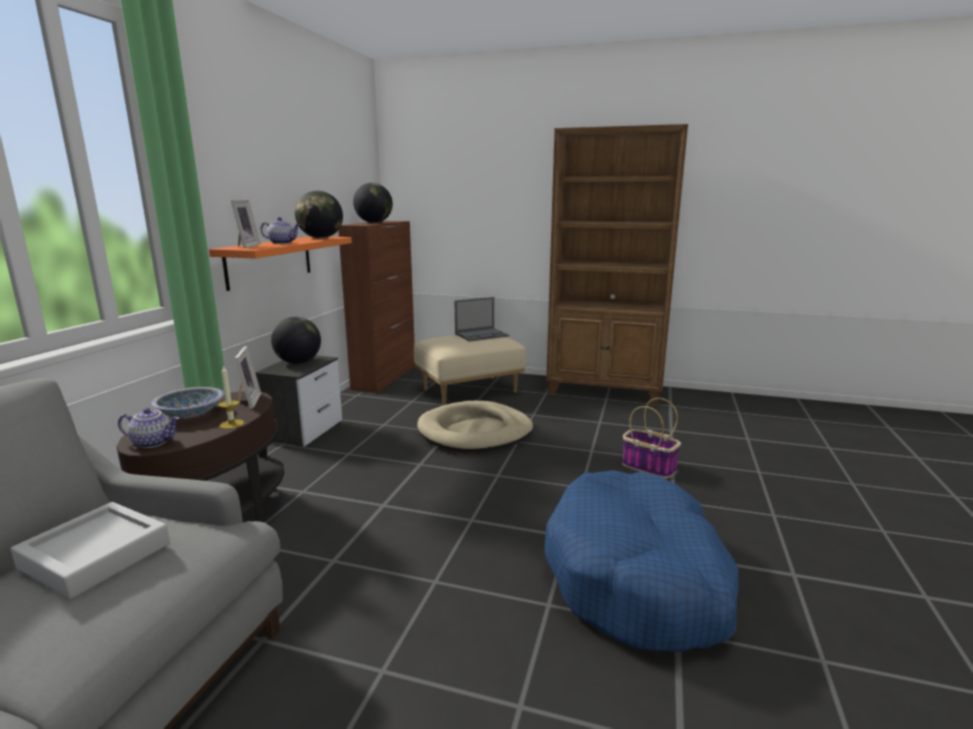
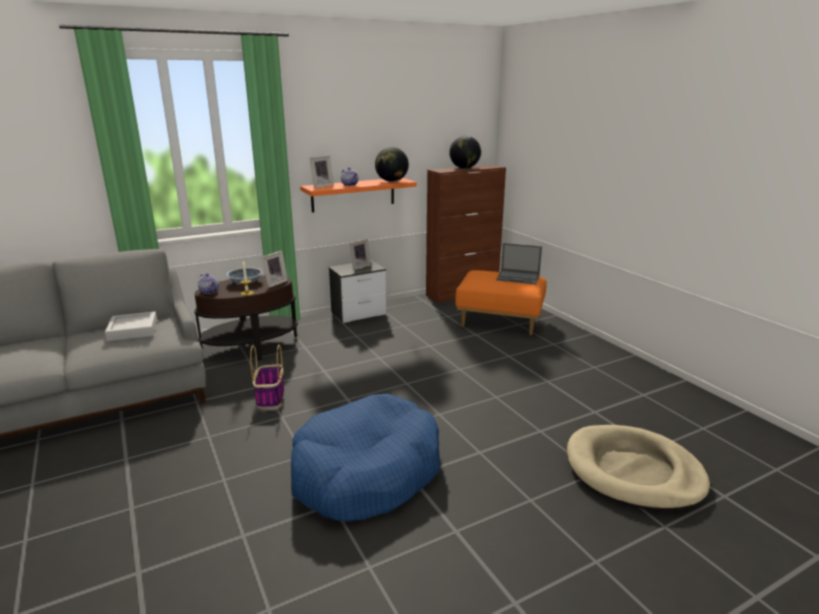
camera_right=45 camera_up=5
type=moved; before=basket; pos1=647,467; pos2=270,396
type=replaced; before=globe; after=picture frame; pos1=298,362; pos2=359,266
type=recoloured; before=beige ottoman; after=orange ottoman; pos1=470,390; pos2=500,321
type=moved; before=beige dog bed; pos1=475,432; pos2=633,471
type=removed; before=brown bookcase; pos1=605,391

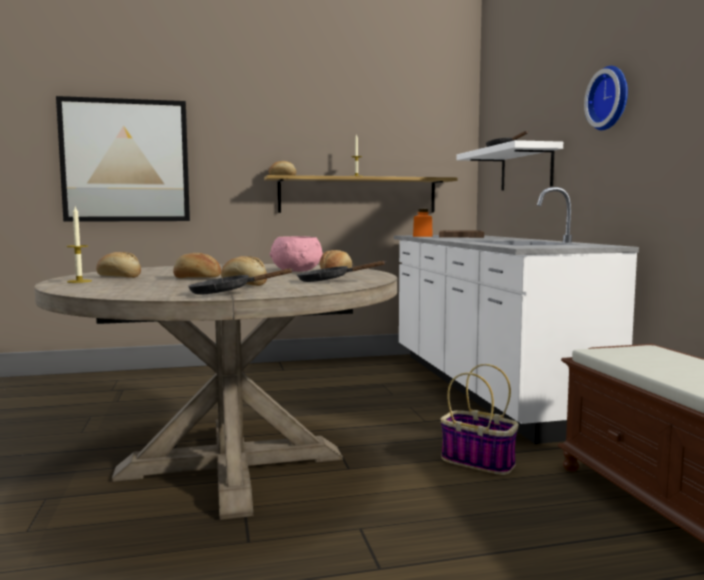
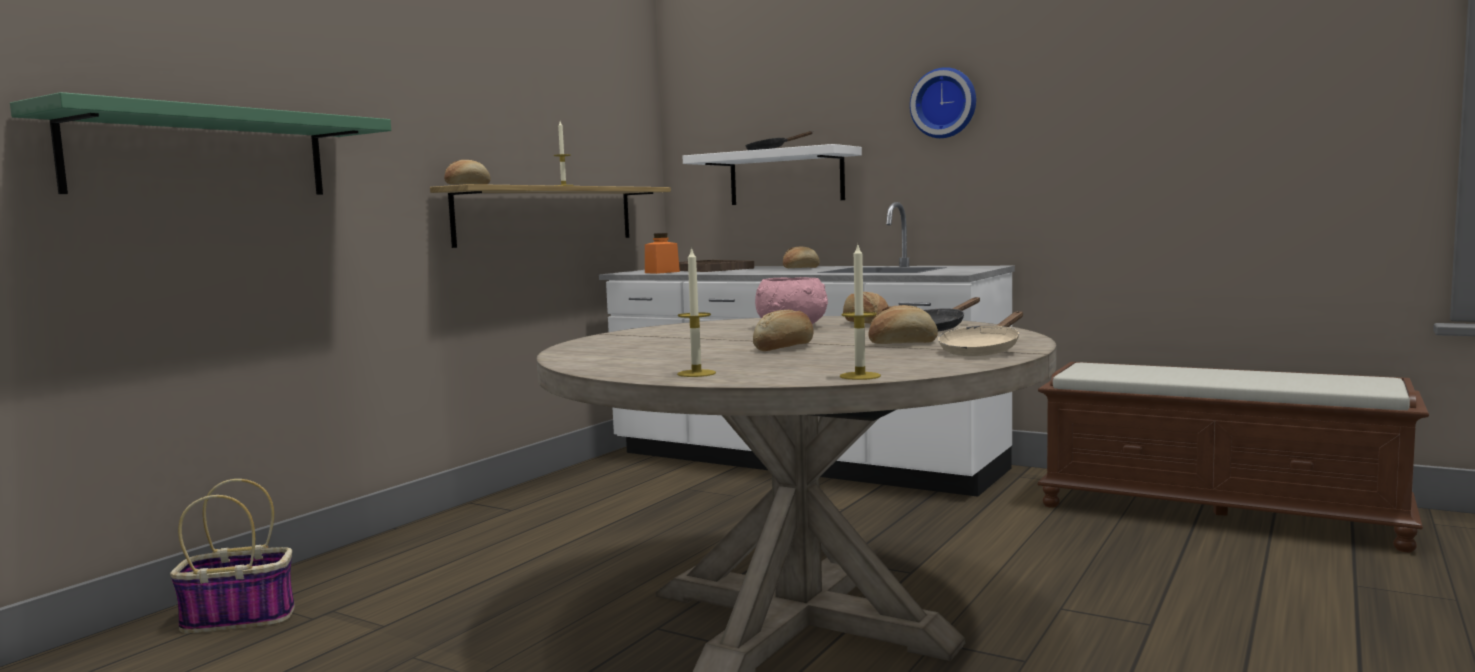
camera_right=-45 camera_up=0
type=replaced; before=picture; after=green shelf; pos1=125,161; pos2=201,155
type=moved; before=basket; pos1=479,462; pos2=241,618
type=moved; before=bread; pos1=119,277; pos2=800,268
type=added; after=candle; pos2=860,376
type=recoloured; before=black frying pan; after=beige frying pan; pos1=227,293; pos2=982,351

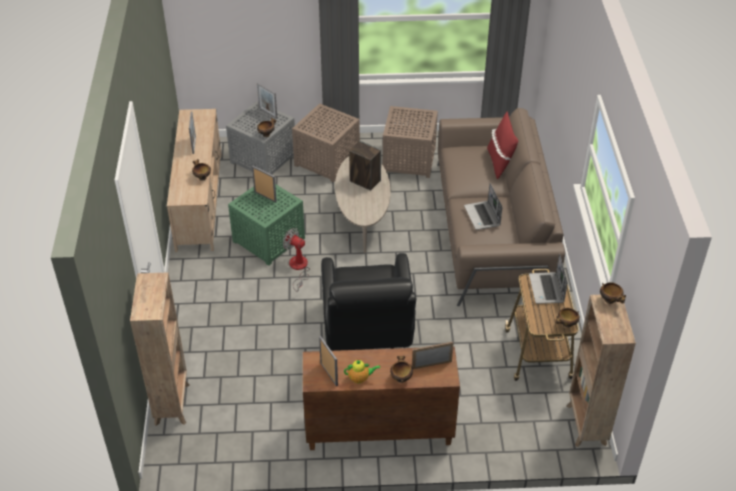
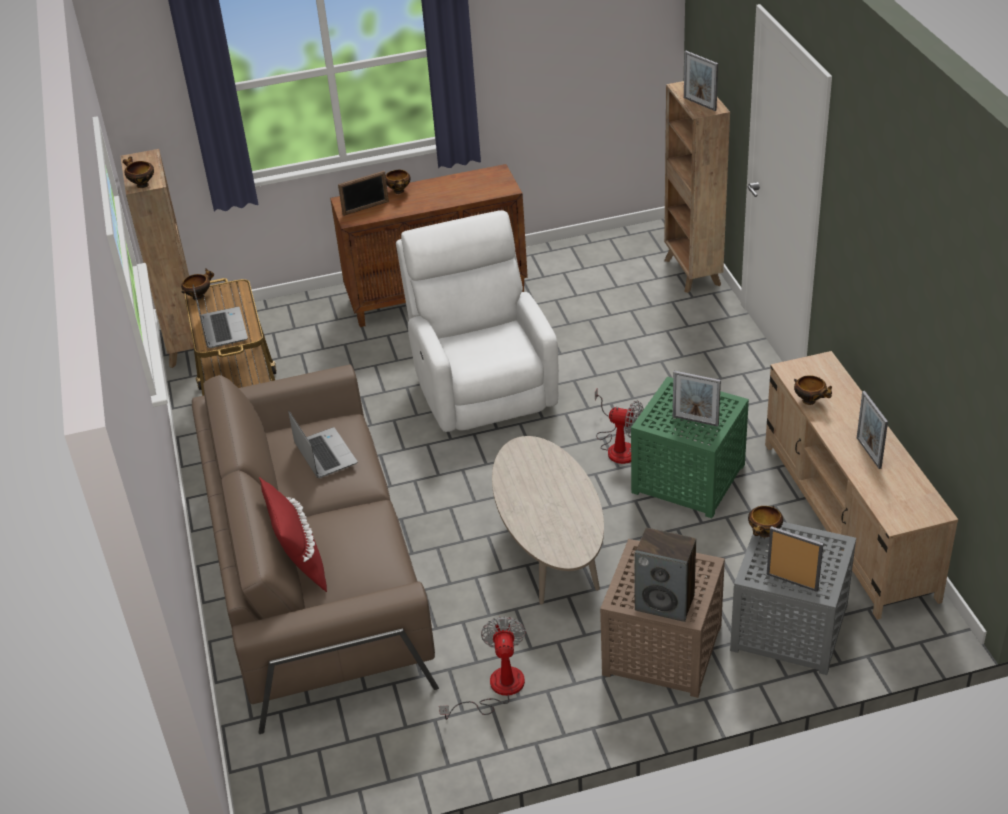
camera_right=170 camera_up=-5
type=recoloured; before=black armchair; after=white armchair; pos1=367,332; pos2=483,386
type=replaced; before=brown side table; after=fan; pos1=410,159; pos2=496,689
type=moved; before=speaker; pos1=364,181; pos2=665,603
type=moved; before=picture frame; pos1=329,374; pos2=699,104
type=removed; before=teapot; pos1=360,378

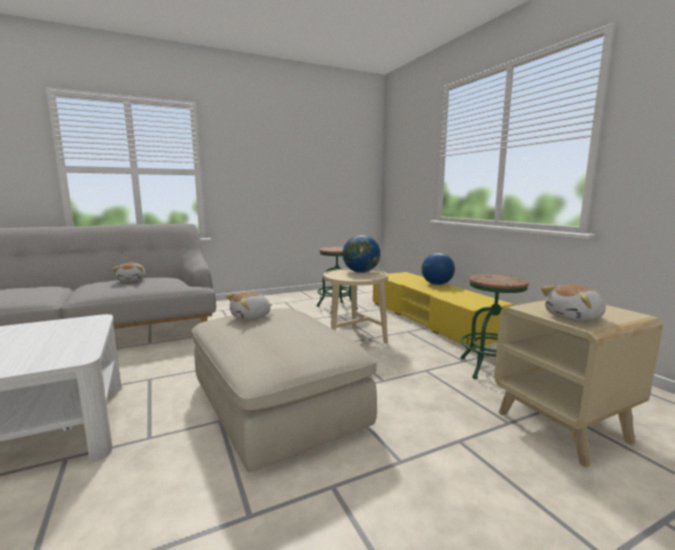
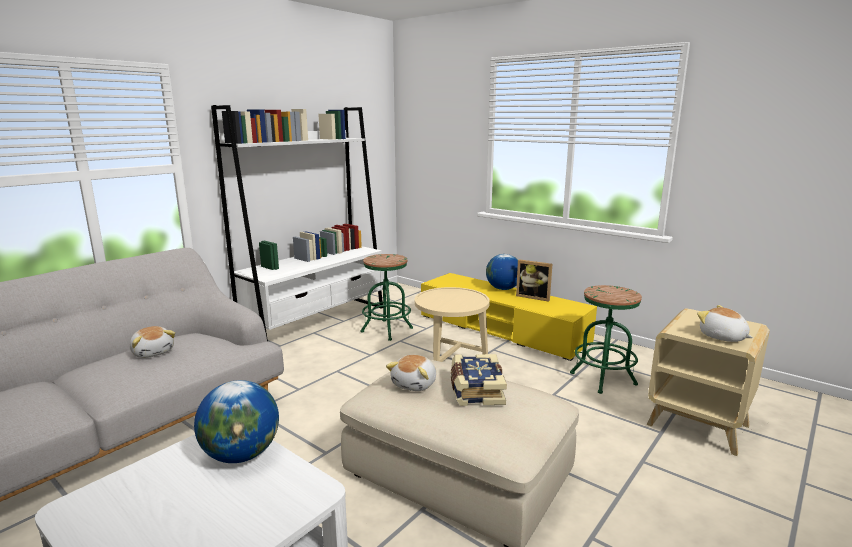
camera_right=-25 camera_up=5
type=moved; before=globe; pos1=361,272; pos2=242,455
type=added; after=white bookcase; pos2=316,322
type=added; after=book; pos2=475,390
type=added; after=picture frame; pos2=533,297
type=turned; before=plush toy; pos1=575,318; pos2=722,337; turn=105

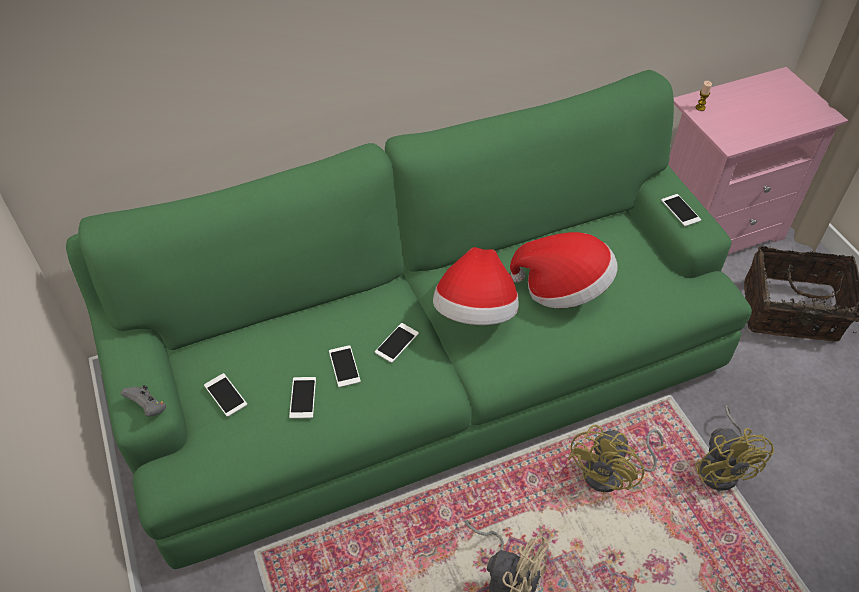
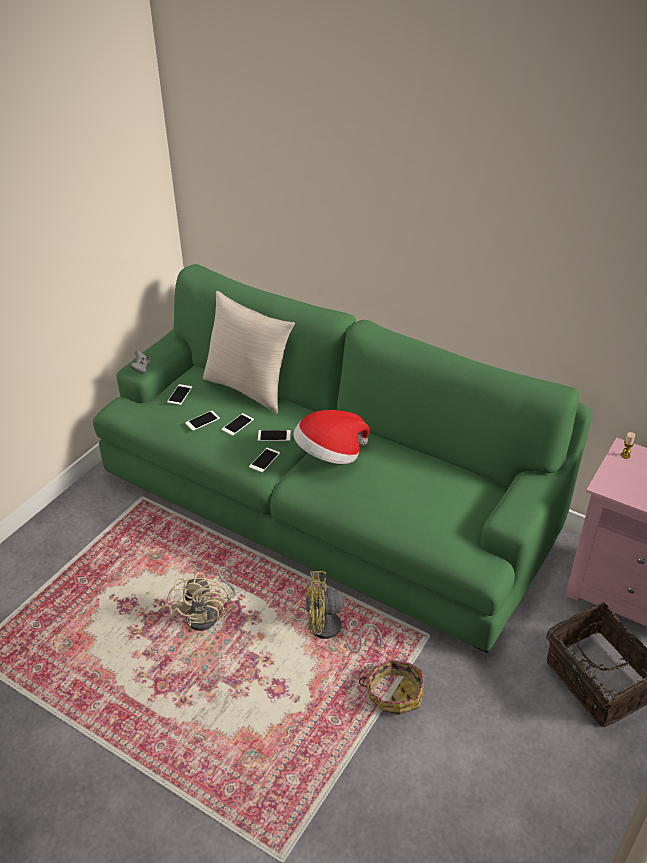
camera_right=55 camera_up=-10
type=added; after=beige pillow; pos2=249,388
type=moved; before=phone; pos1=680,210; pos2=264,460
type=replaced; before=yellow fan; after=basket; pos1=722,466; pos2=394,693
type=removed; before=hat; pos1=563,288

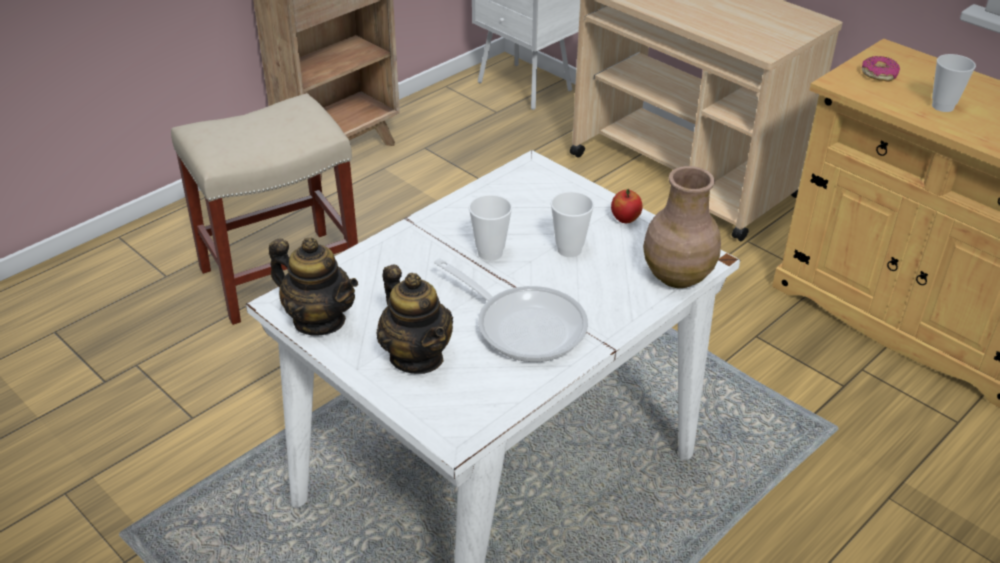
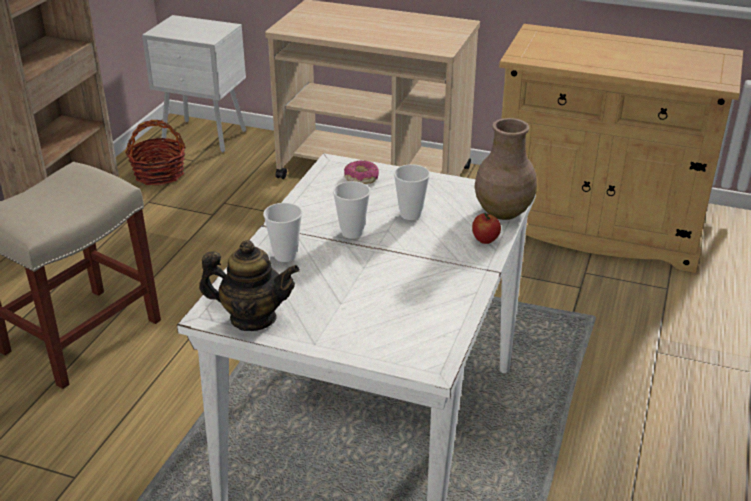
camera_right=-25 camera_up=-5
type=added; after=basket; pos2=159,174
type=moved; before=cup; pos1=942,106; pos2=285,255
type=moved; before=donut; pos1=879,74; pos2=361,178
type=moved; before=apple; pos1=625,219; pos2=485,240
type=removed; before=teapot; pos1=417,357
type=removed; before=frying pan; pos1=523,325

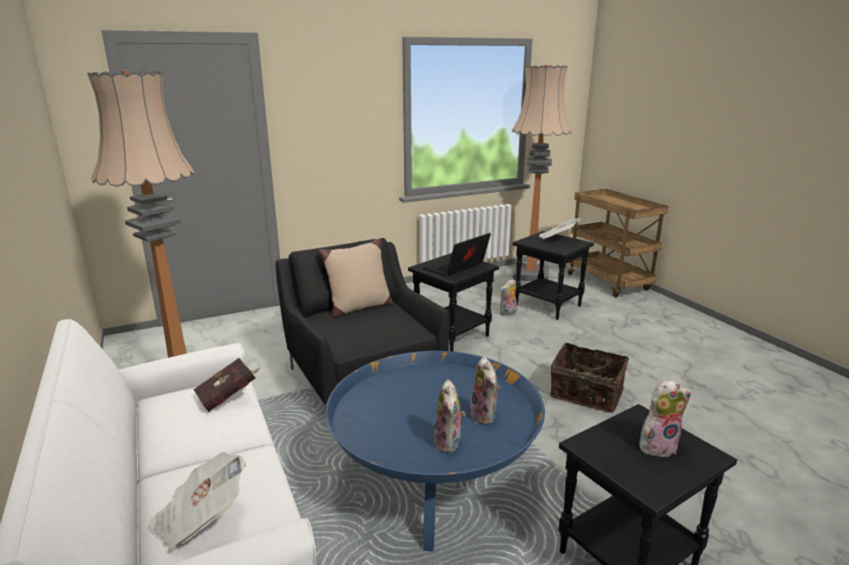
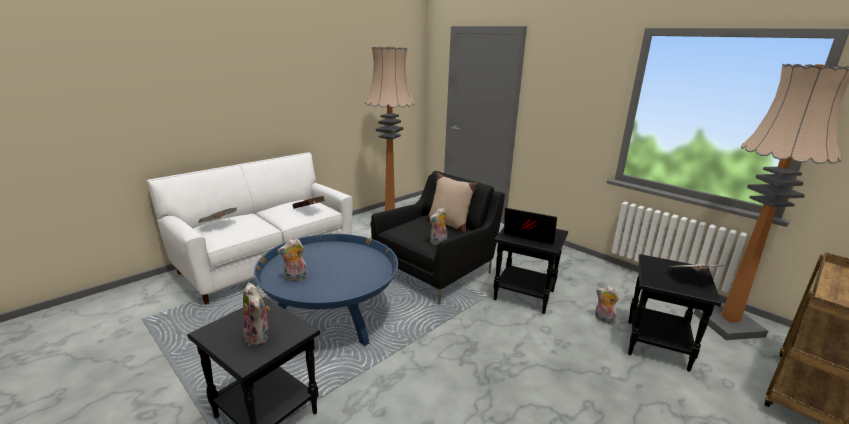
camera_right=70 camera_up=0
type=moved; before=plush toy; pos1=485,416; pos2=438,242
type=removed; before=basket; pos1=586,394

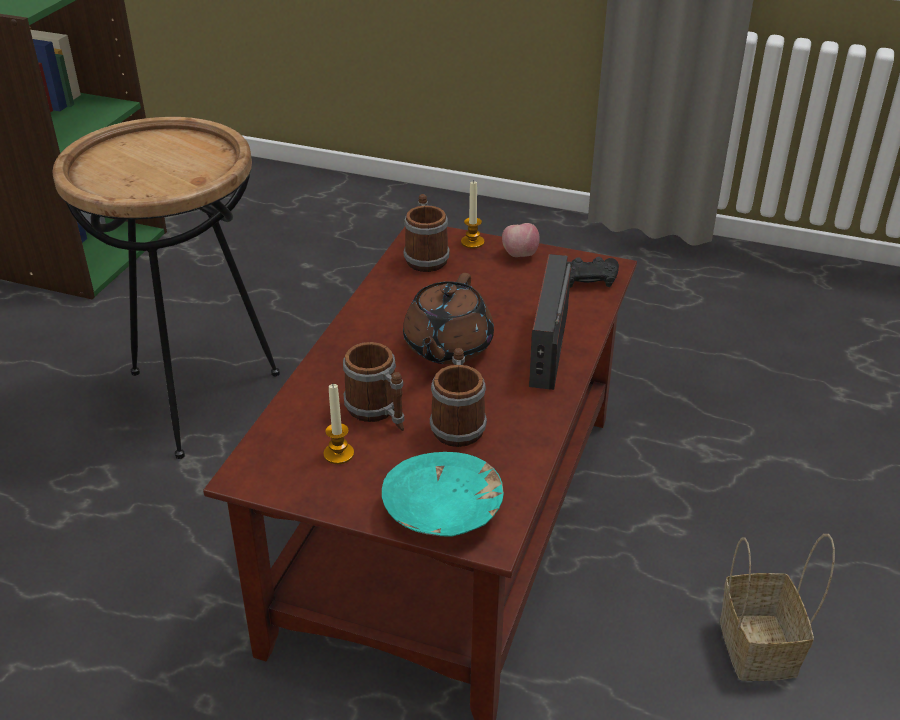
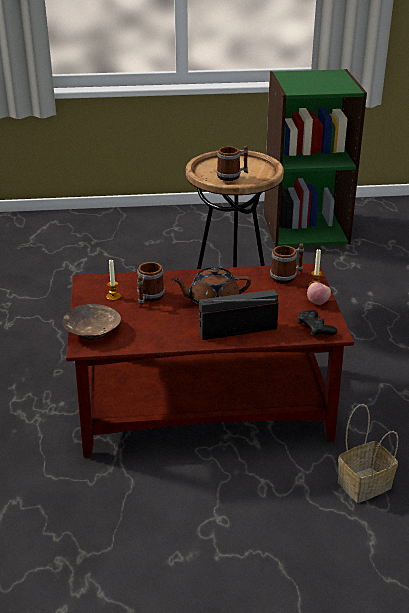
camera_right=65 camera_up=-5
type=recoloured; before=turquoise bowl; after=brown bowl; pos1=443,512; pos2=92,331
type=moved; before=mug; pos1=458,423; pos2=232,176
type=moved; before=basket; pos1=760,649; pos2=363,486

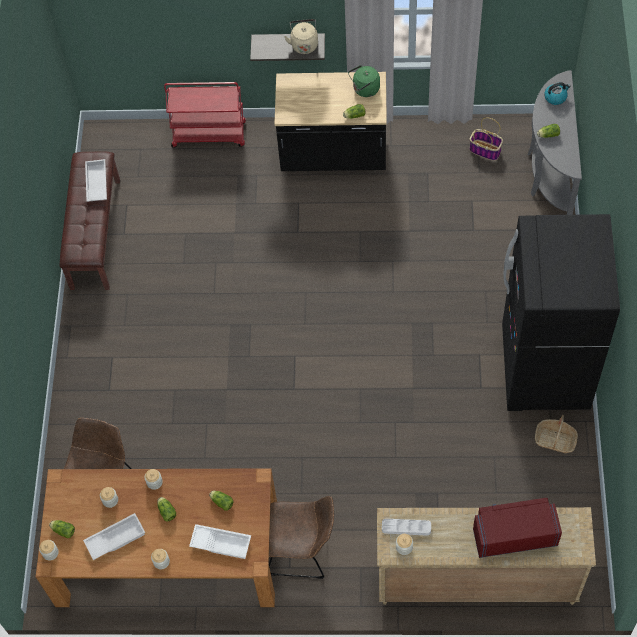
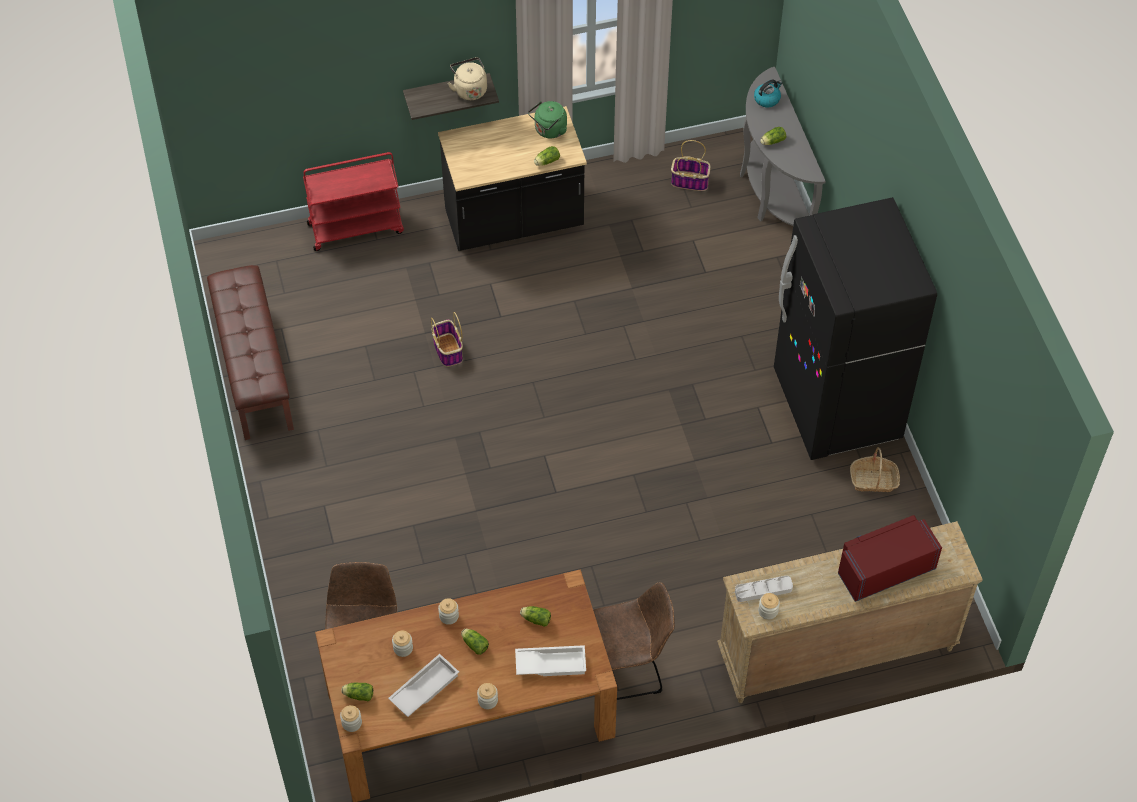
camera_right=-20 camera_up=-5
type=added; after=basket; pos2=447,350
type=removed; before=white tray; pos1=96,183

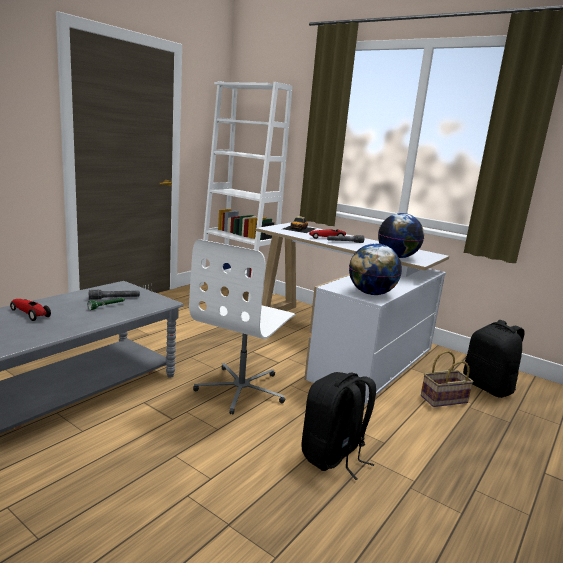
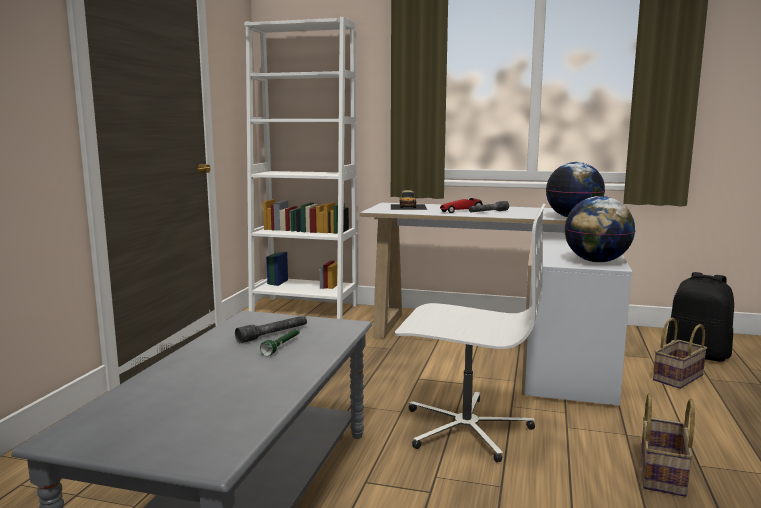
camera_right=-20 camera_up=-5
type=turned; before=white office chair; pos1=242,389; pos2=466,428; turn=-75
type=replaced; before=black backpack; after=basket; pos1=333,456; pos2=664,475
type=removed; before=toy car; pos1=30,314

